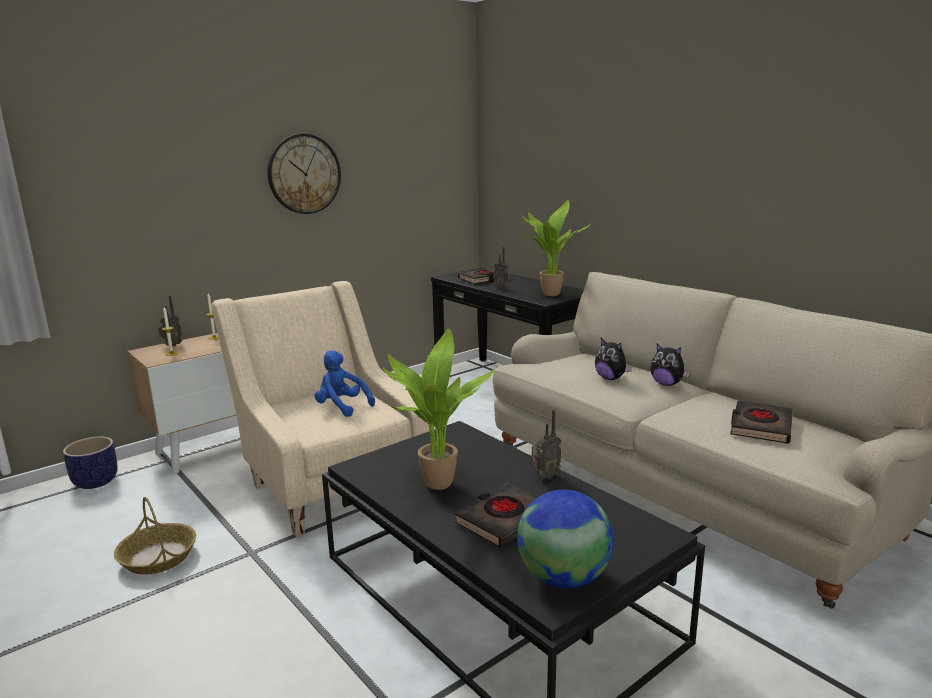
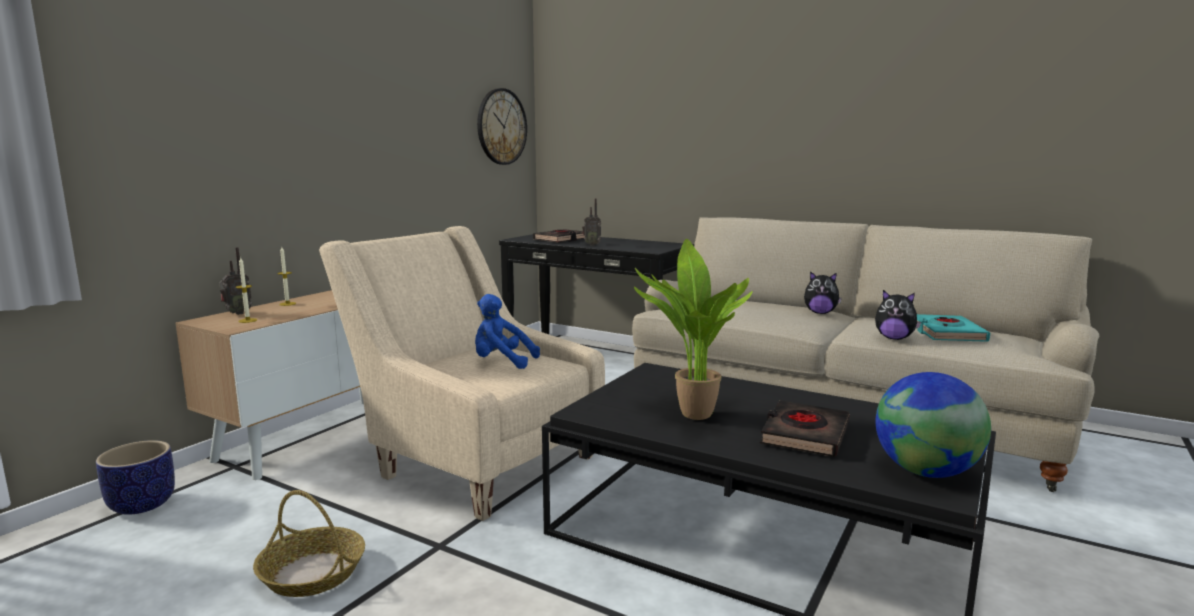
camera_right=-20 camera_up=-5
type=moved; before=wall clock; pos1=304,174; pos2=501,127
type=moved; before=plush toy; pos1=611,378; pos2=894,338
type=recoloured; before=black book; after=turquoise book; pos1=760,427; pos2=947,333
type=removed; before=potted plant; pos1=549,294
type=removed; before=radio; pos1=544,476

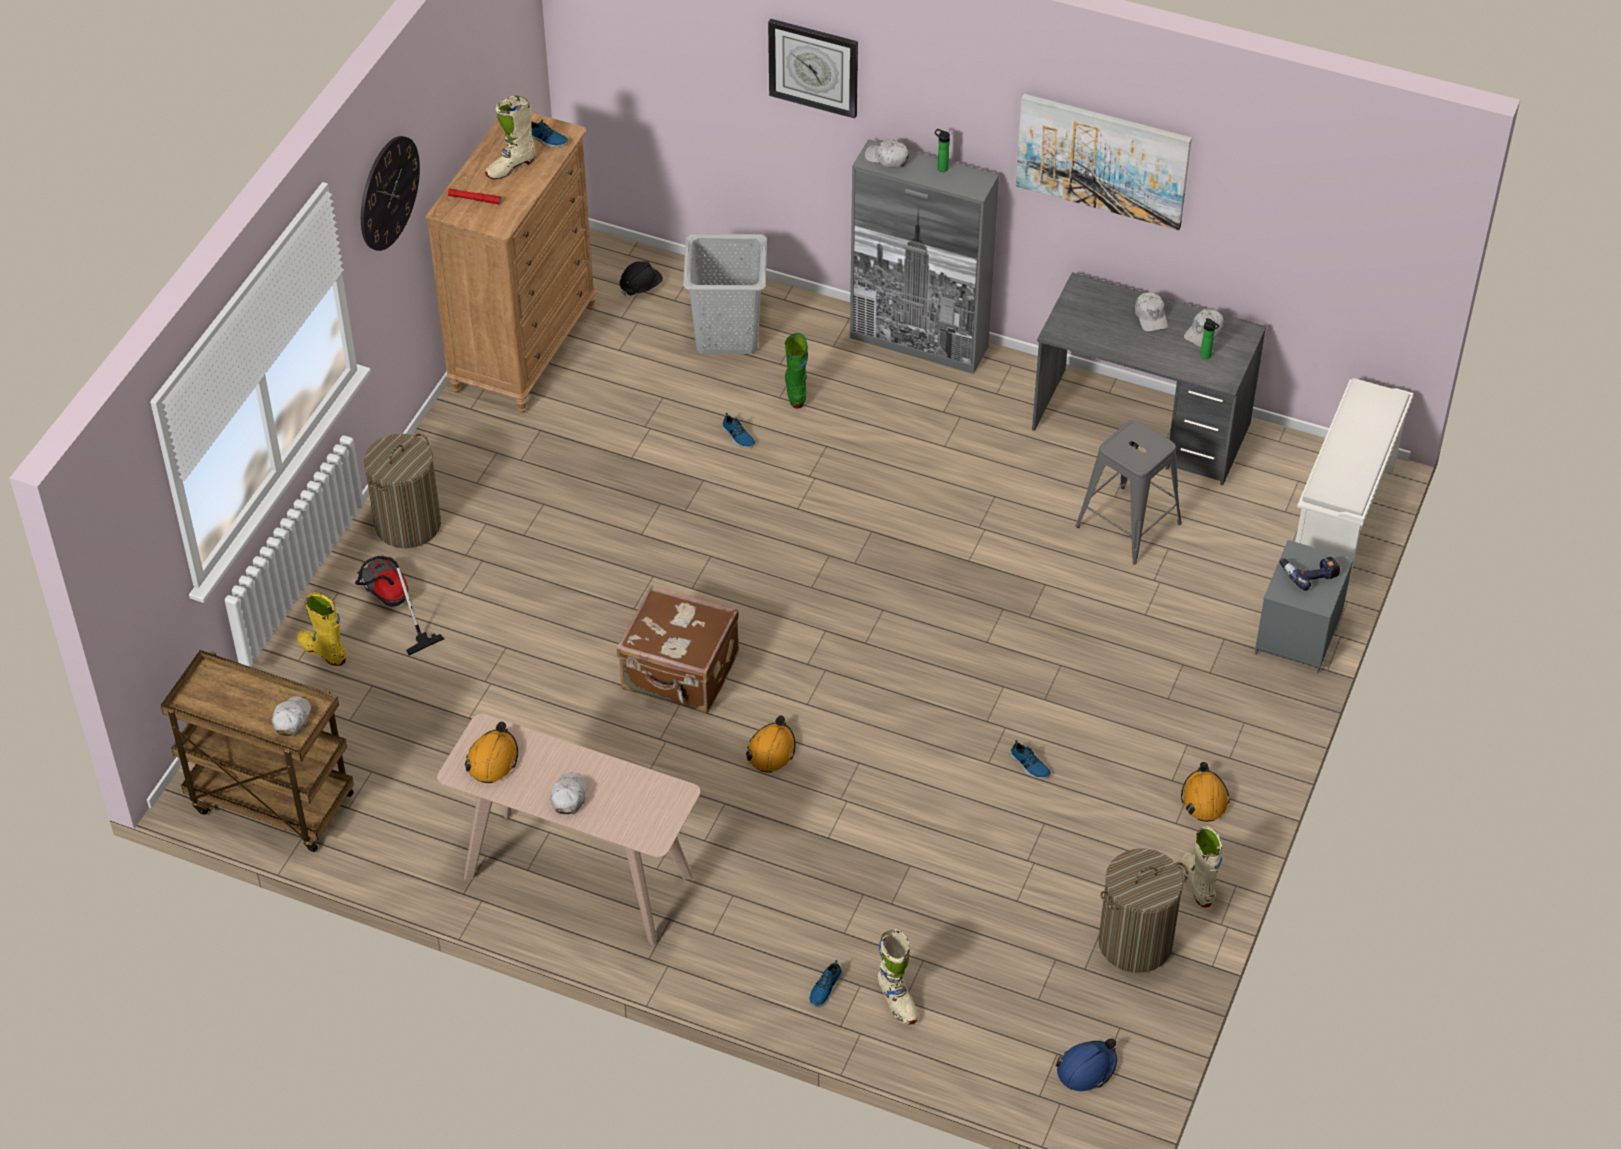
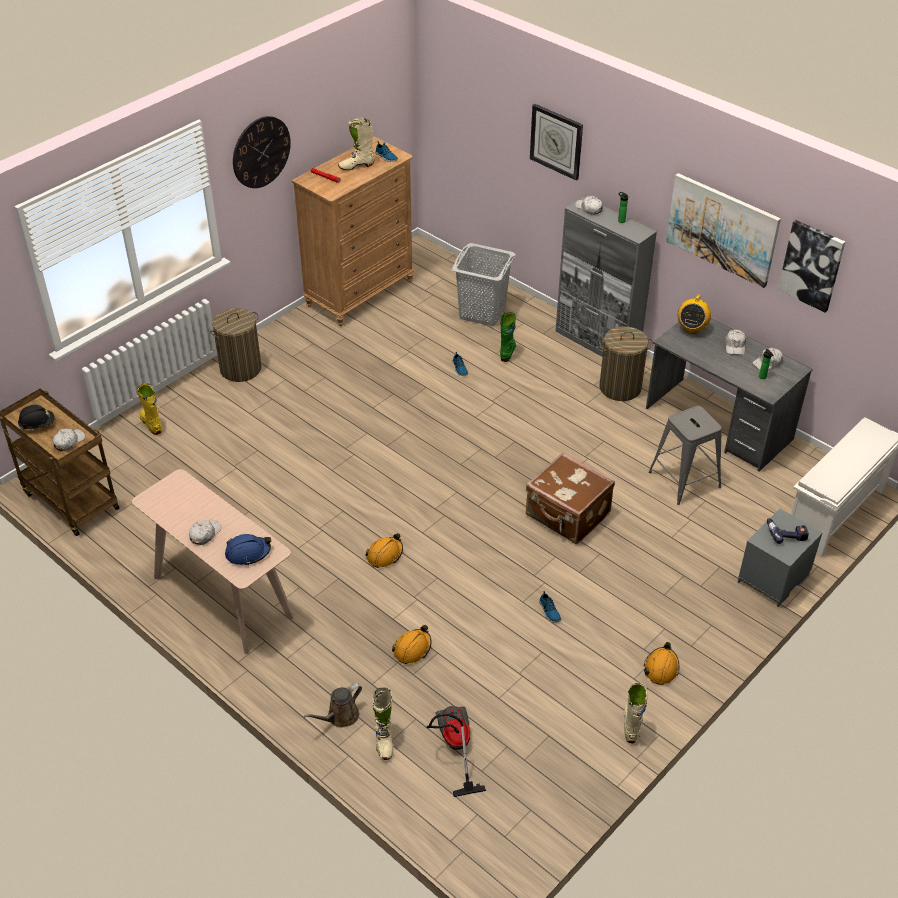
camera_right=20 camera_up=-5
type=moved; before=black hard hat; pos1=641,287; pos2=38,425
type=moved; before=blue hard hat; pos1=1086,1068; pos2=248,553
type=replaced; before=shoe; after=brown watering can; pos1=824,988; pos2=340,717
type=moved; before=orange hard hat; pos1=492,760; pos2=412,648
type=moved; before=vacuum cleaner; pos1=391,605; pos2=454,747
type=moved; before=brown suitcase; pos1=680,674; pos2=567,516
type=moved; before=laundry basket; pos1=1135,943; pos2=620,388
type=added; after=radio; pos2=691,328
type=added; after=picture; pos2=812,265

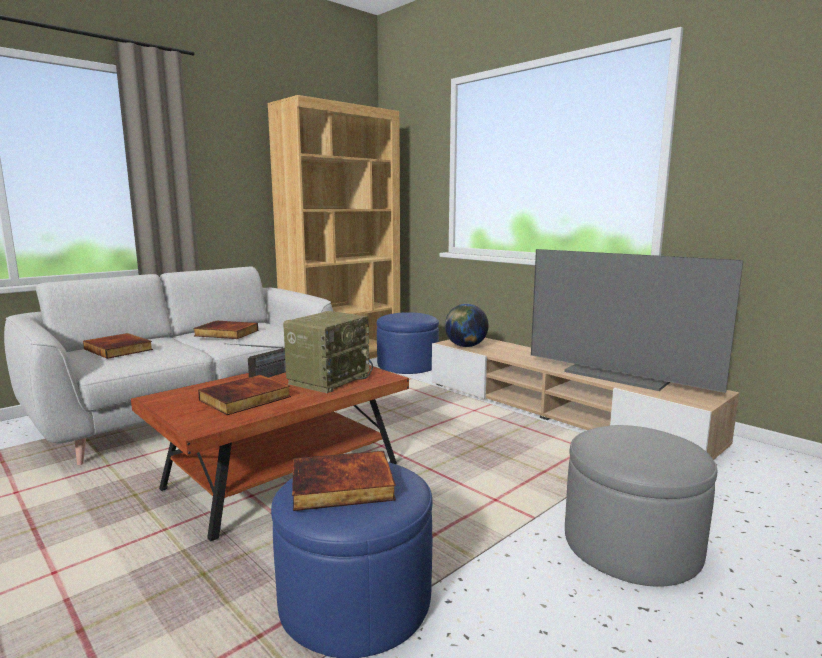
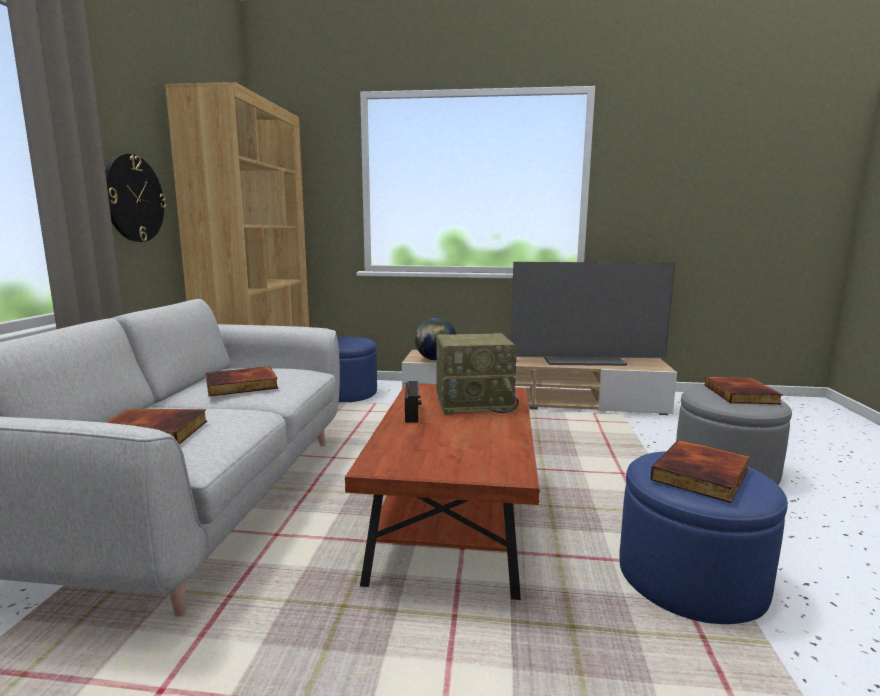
camera_right=-40 camera_up=0
type=added; after=wall clock; pos2=133,198
type=turned; before=radio; pos1=329,379; pos2=474,404; turn=90
type=moved; before=book; pos1=245,399; pos2=742,394

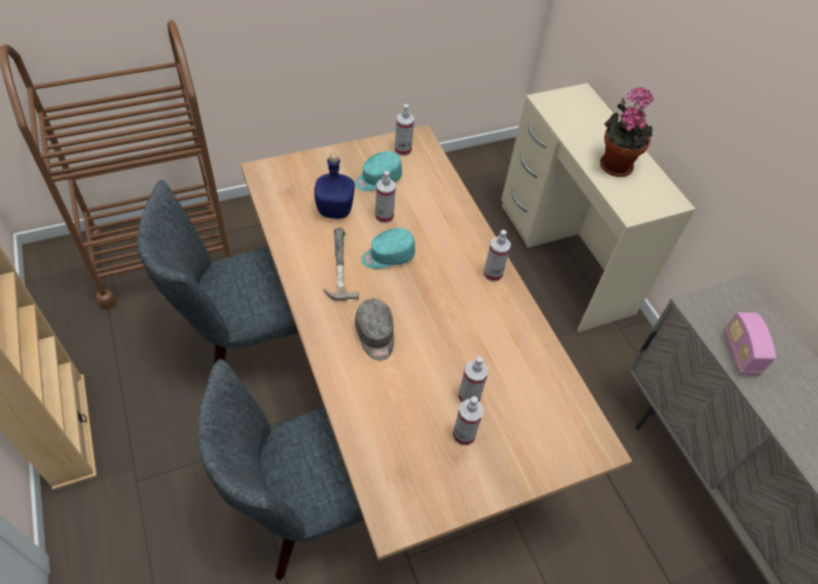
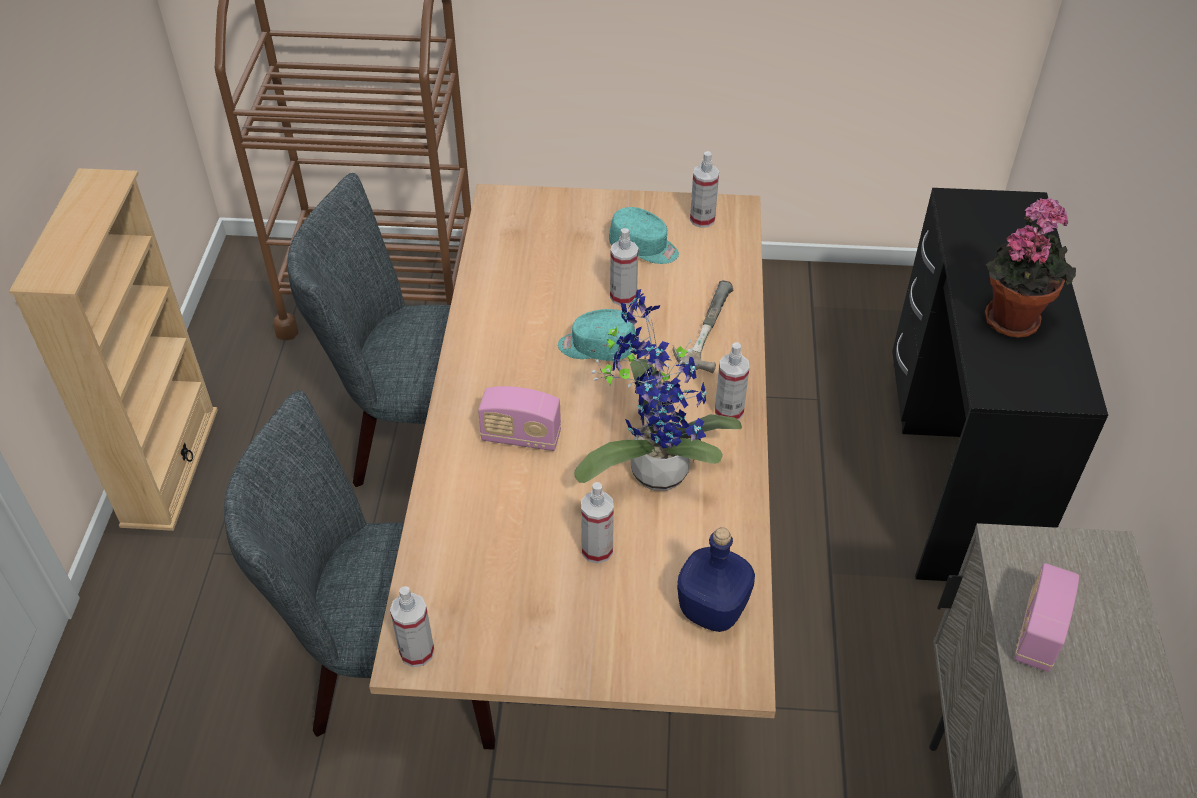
camera_right=30 camera_up=-5
type=moved; before=spray bottle; pos1=464,435; pos2=417,652
type=replaced; before=grey cap; after=radio; pos1=375,335; pos2=521,437
type=added; after=potted plant; pos2=654,466
type=turned; before=turquoise cap; pos1=378,179; pos2=644,248; turn=-150
type=moved; before=hammer; pos1=335,266; pos2=702,327
type=moved; before=blue bottle; pos1=335,210; pos2=712,610
type=recoloured; before=beige desk; after=black desk; pos1=565,258; pos2=956,466

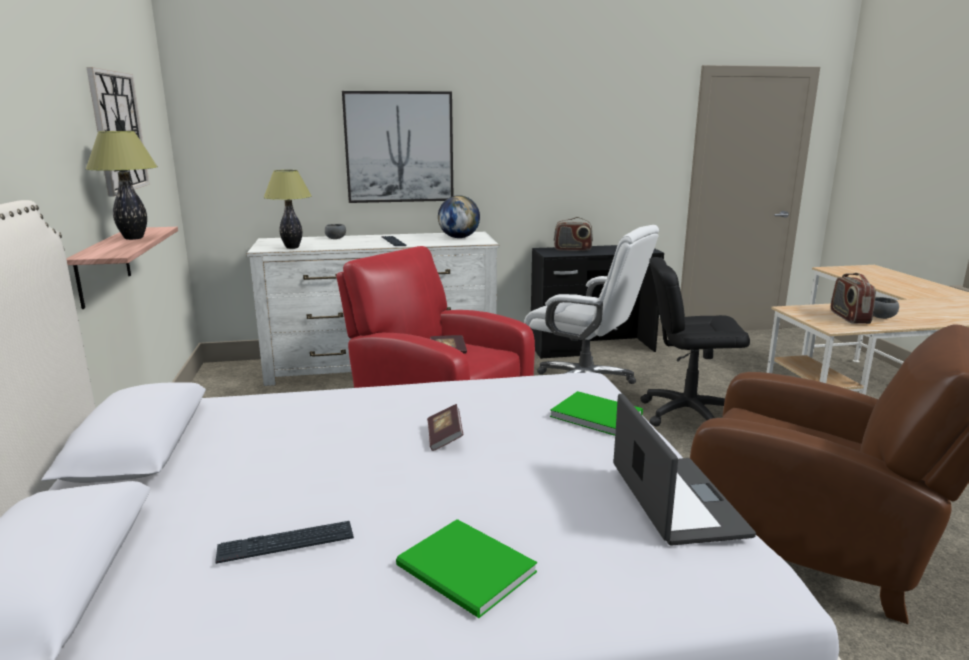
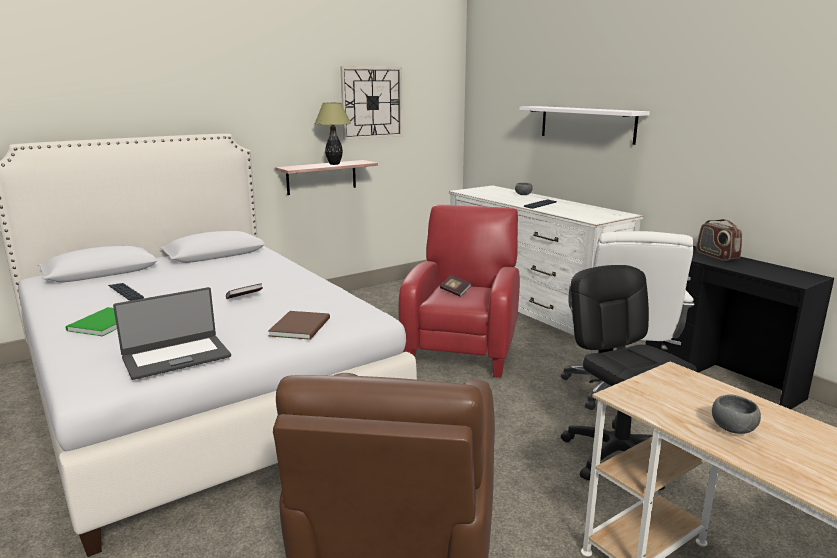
camera_right=65 camera_up=0
type=recoloured; before=green book; after=brown book; pos1=595,414; pos2=302,326
type=replaced; before=picture; after=white shelf; pos1=399,147; pos2=586,124
type=removed; before=table lamp; pos1=292,247
type=removed; before=globe; pos1=459,237
type=removed; before=radio; pos1=849,317

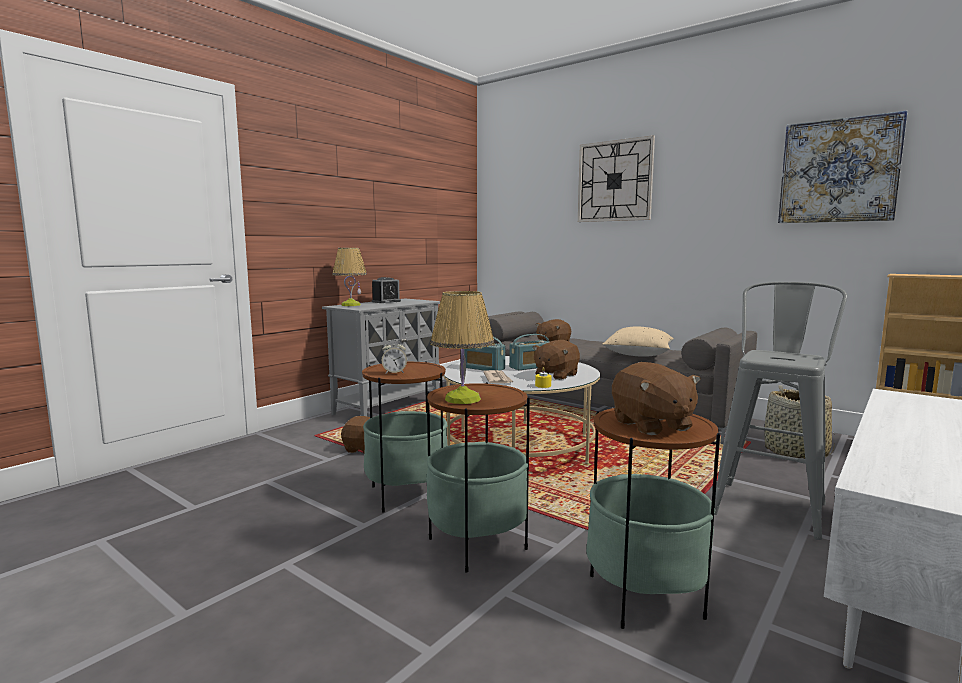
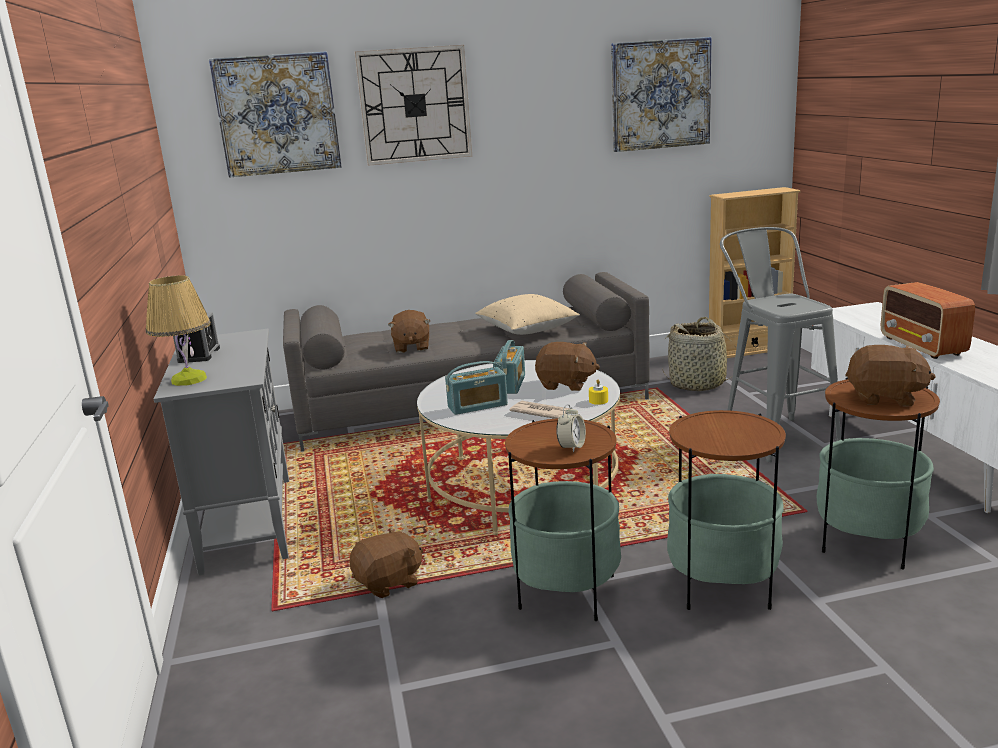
camera_right=-50 camera_up=10
type=added; after=picture; pos2=277,114
type=turned; before=brown plush toy; pos1=555,375; pos2=566,384; turn=-60
type=added; after=radio; pos2=922,346
type=removed; before=table lamp; pos1=462,399

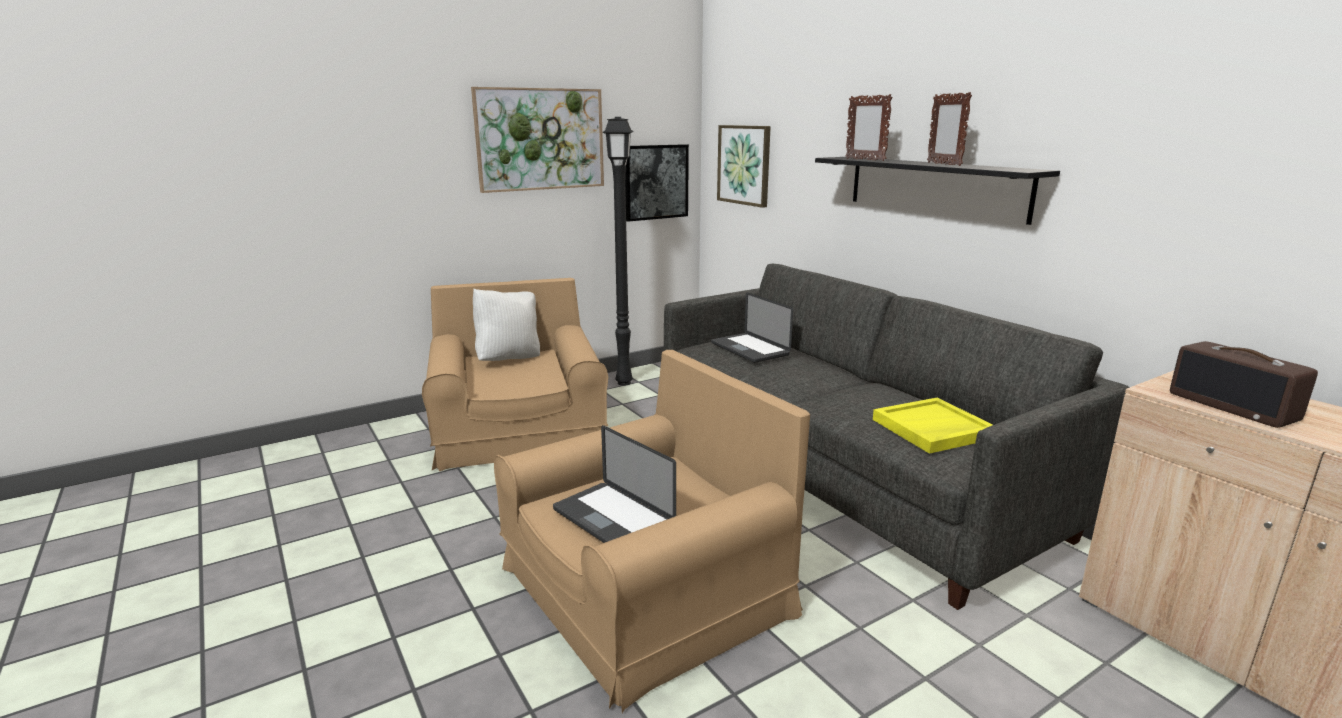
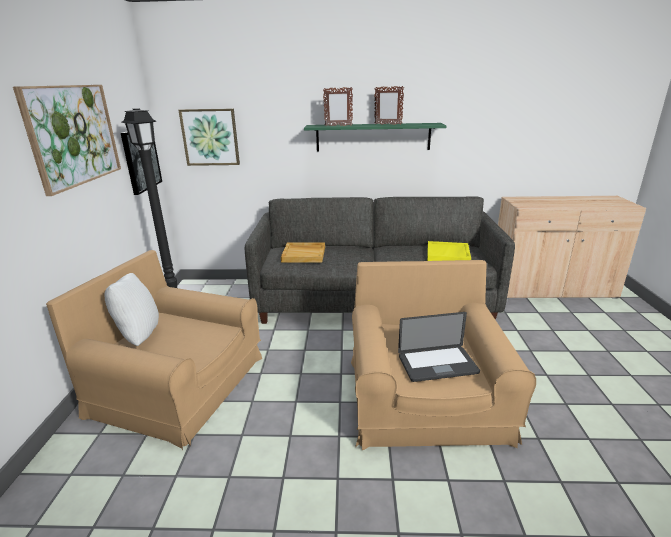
camera_right=-55 camera_up=5
type=replaced; before=laptop; after=beige tray; pos1=749,349; pos2=304,254
type=recoloured; before=black shelf; after=green shelf; pos1=935,187; pos2=373,137
type=removed; before=radio; pos1=1234,407

